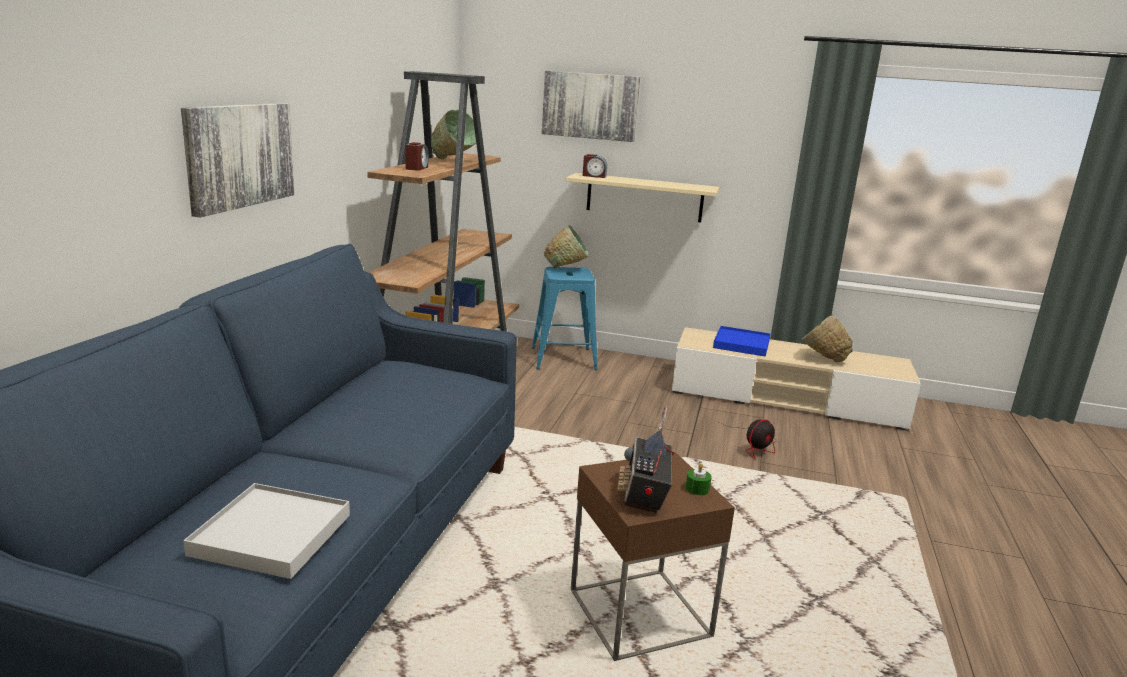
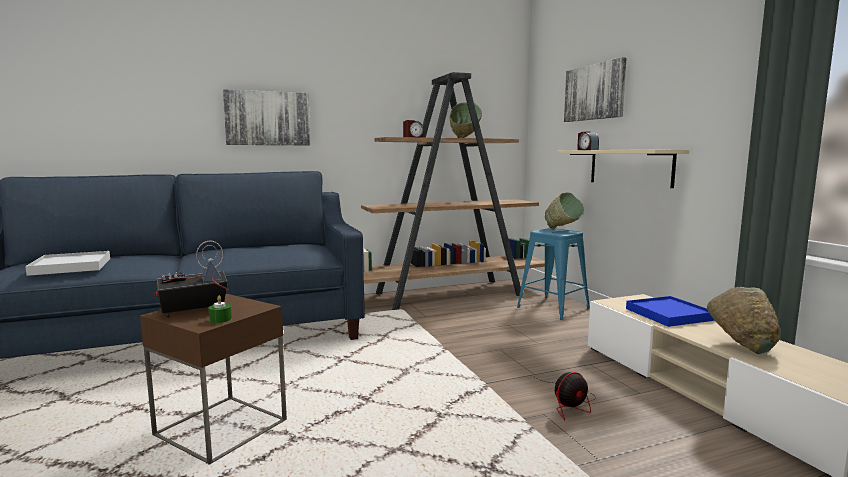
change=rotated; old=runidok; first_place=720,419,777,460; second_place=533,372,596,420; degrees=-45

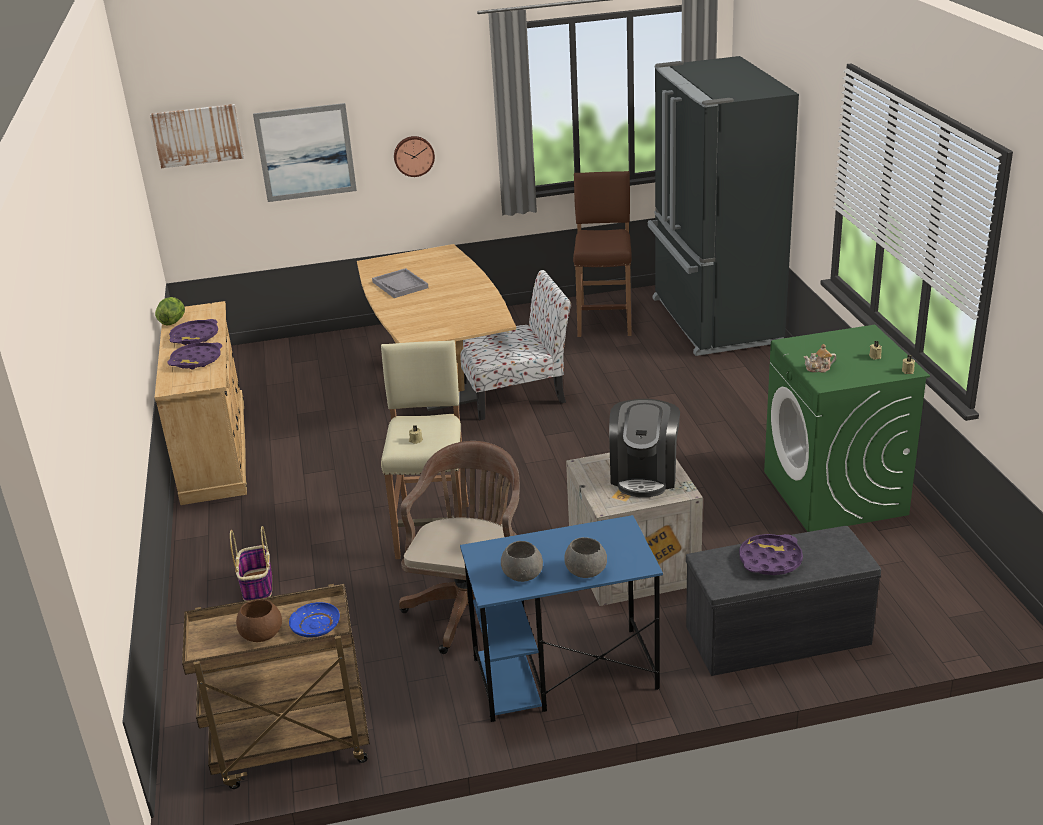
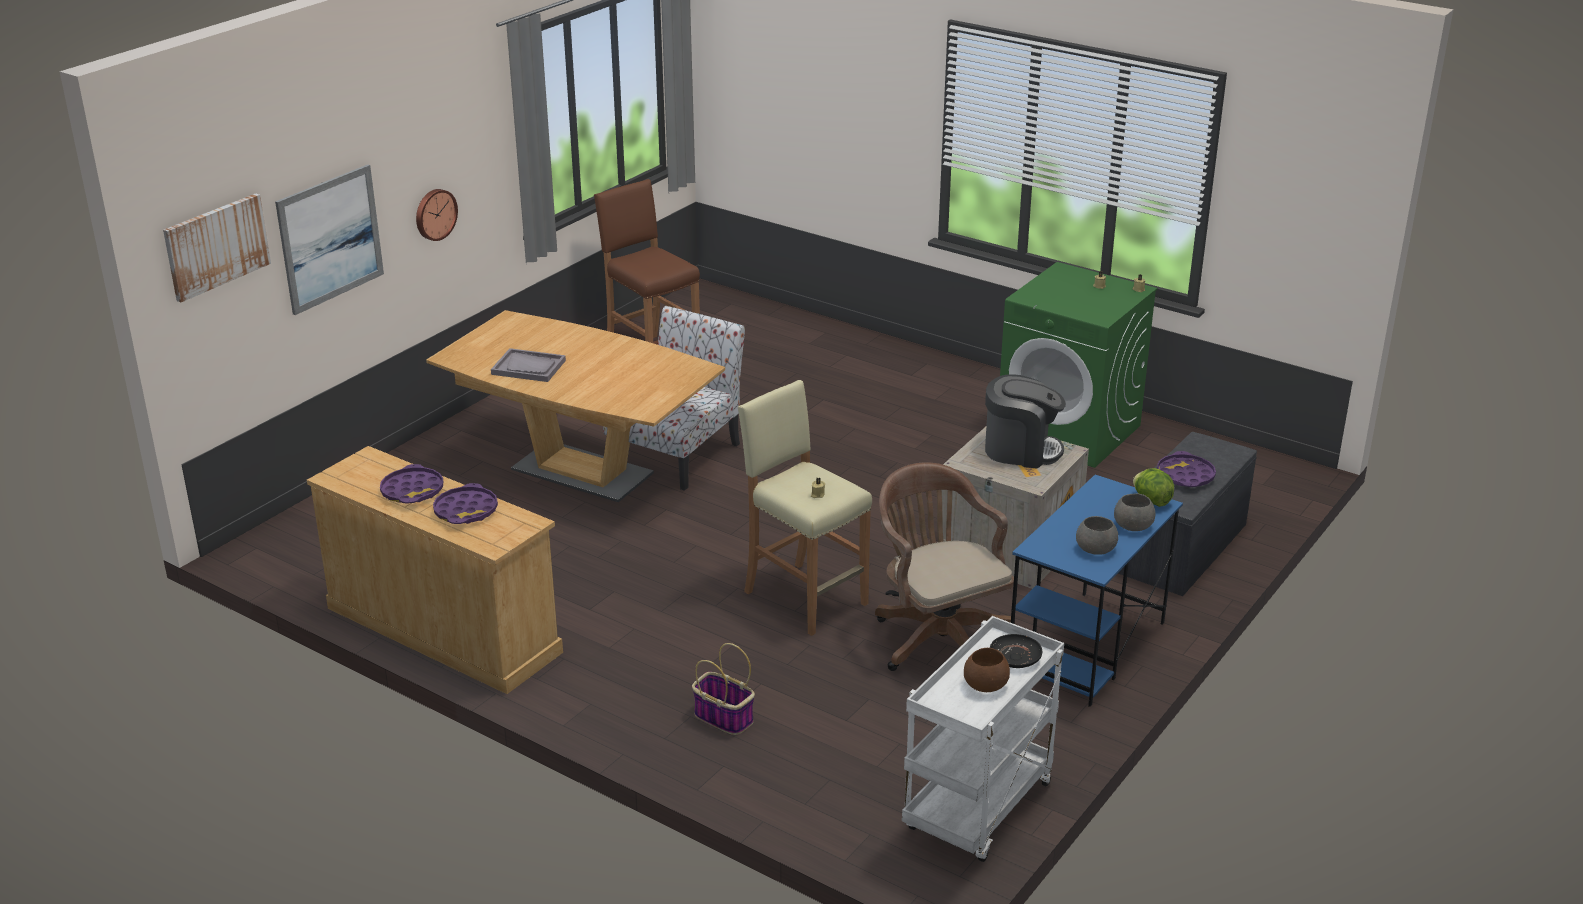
change=gone; old=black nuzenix; first_place=648,56,799,356
change=shifted; old=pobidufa; first_place=155,297,185,326; second_place=1133,468,1174,507
change=gone; old=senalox; first_place=804,344,836,373
change=rotated; old=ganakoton; first_place=609,399,680,497; second_place=985,375,1066,469; degrees=-45
change=repainted; old=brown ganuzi; new=white ganuzi; first_place=182,584,370,789; second_place=902,616,1064,862
change=repainted; old=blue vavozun; new=black vavozun; first_place=289,602,340,637; second_place=990,634,1042,668

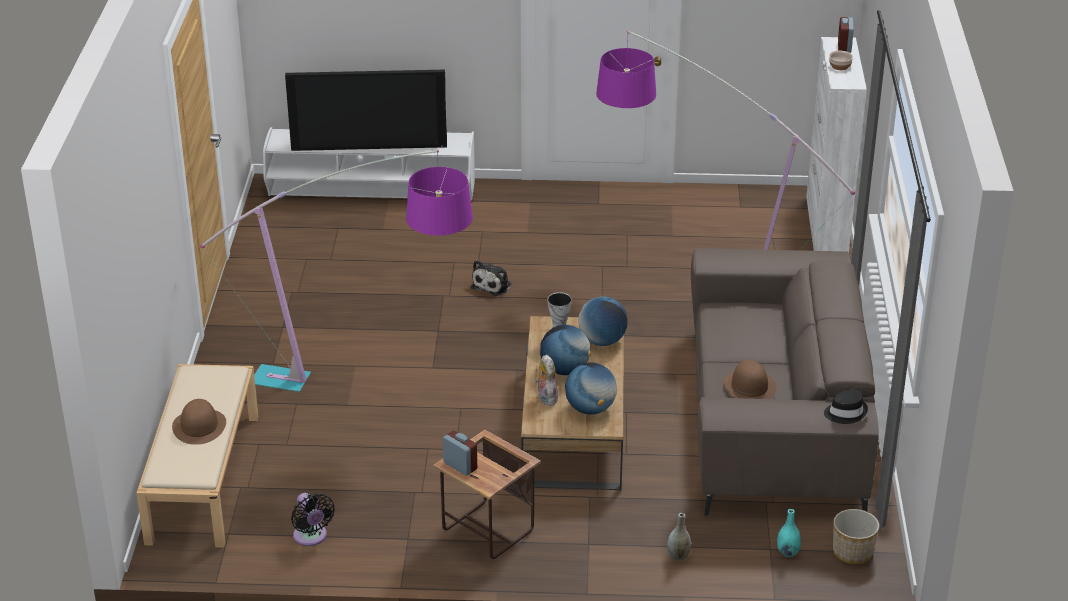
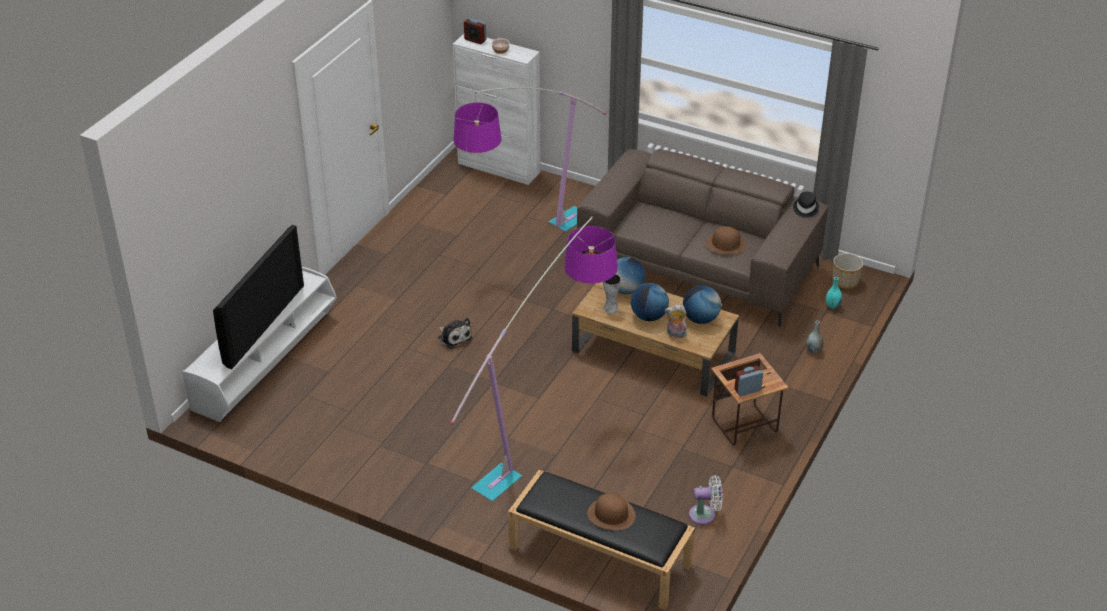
change=repainted; old=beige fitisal; new=black fitisal; first_place=136,364,258,548; second_place=508,470,695,610
change=repainted; old=black runidok; new=white runidok; first_place=291,493,335,546; second_place=689,475,723,525

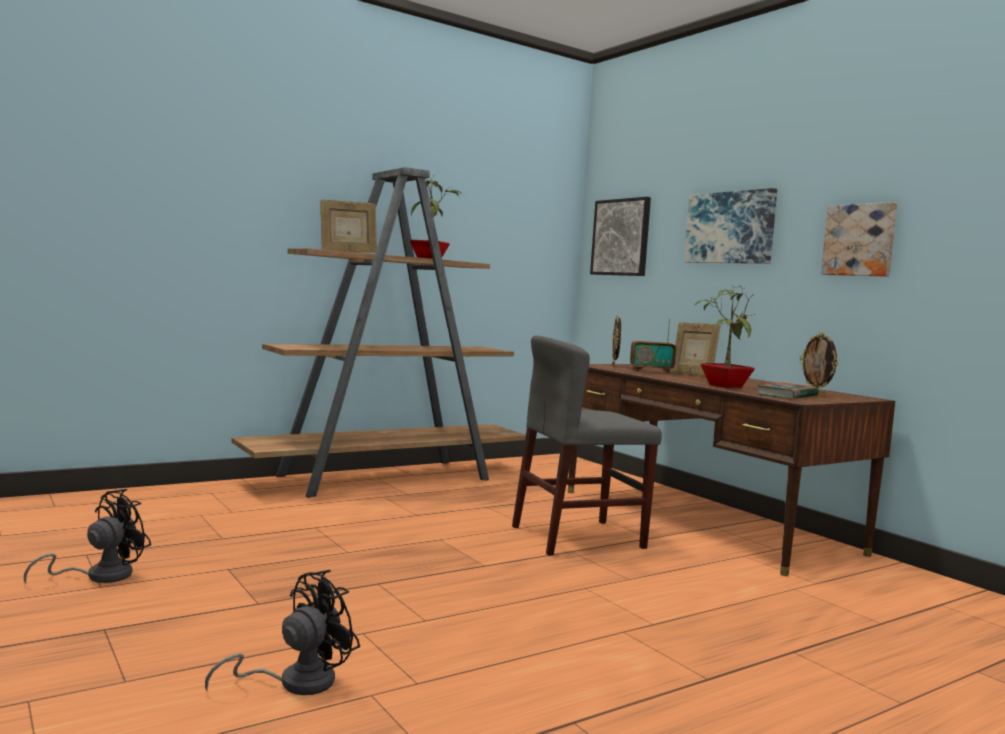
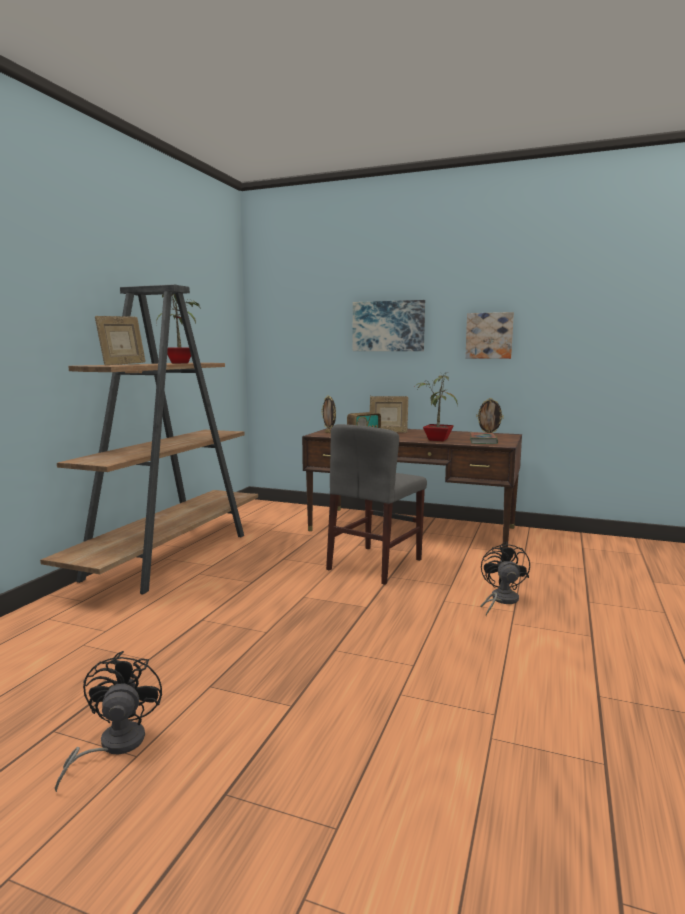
change=gone; old=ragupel; first_place=590,197,651,276
change=shifted; old=black runidok; first_place=205,570,360,695; second_place=480,542,530,616

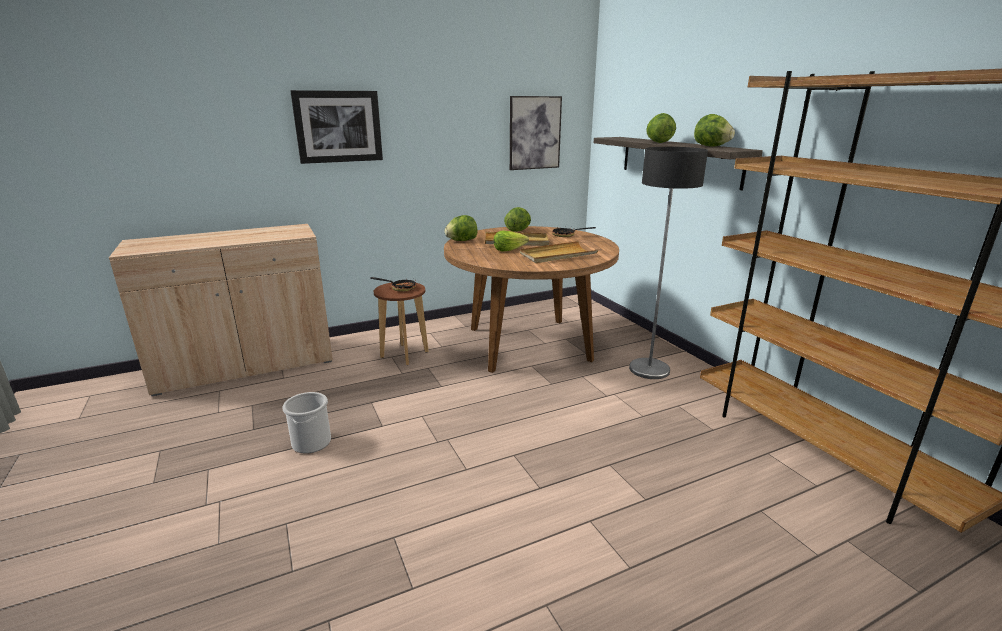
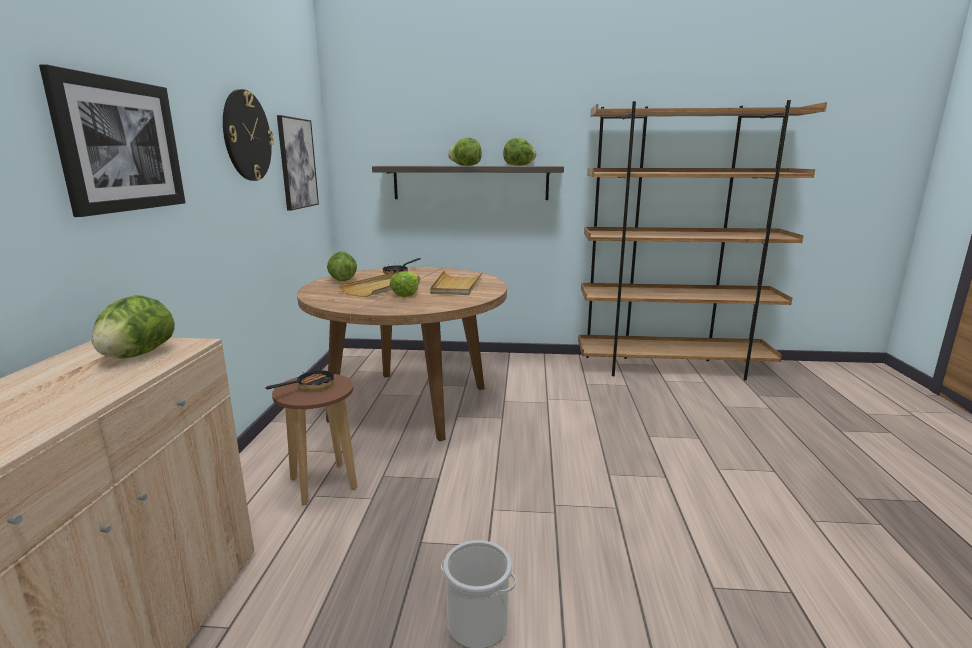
change=gone; old=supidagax; first_place=629,147,708,379
change=shifted; old=pobidufa; first_place=445,215,477,241; second_place=92,295,175,359
change=new; new=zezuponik; second_place=223,89,274,181

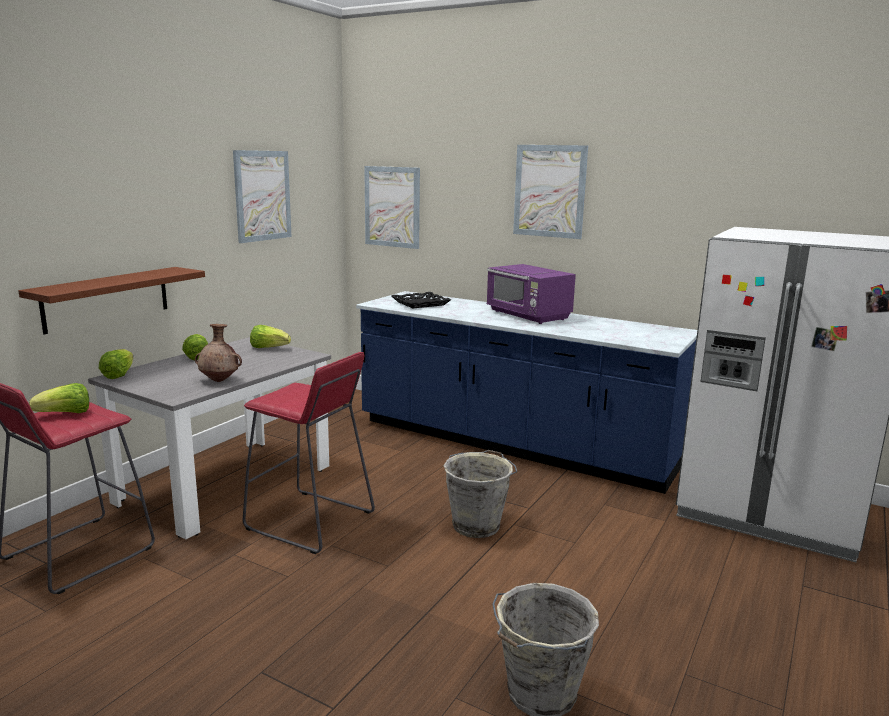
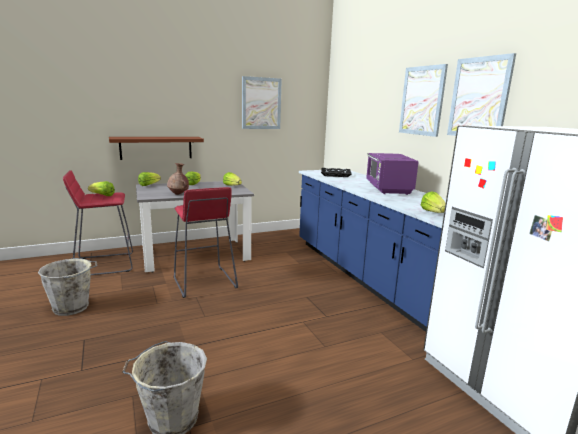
change=shifted; old=ragupel; first_place=364,166,420,249; second_place=447,53,516,136
change=shifted; old=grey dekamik; first_place=444,450,517,538; second_place=38,258,98,316
change=new; new=pobidufa; second_place=421,191,446,213

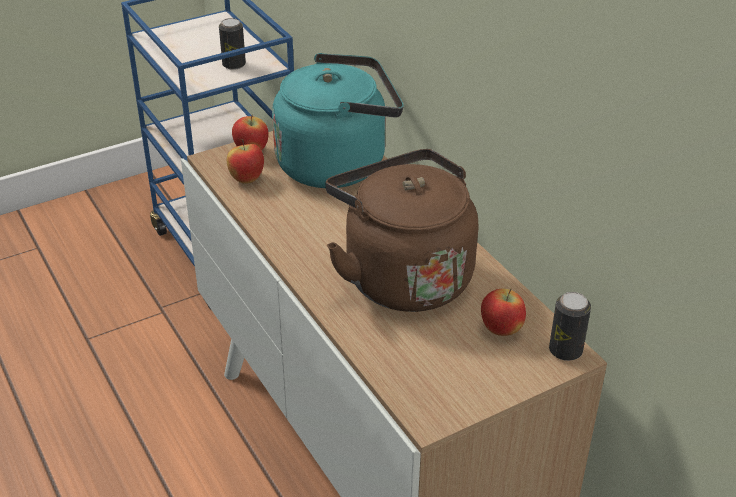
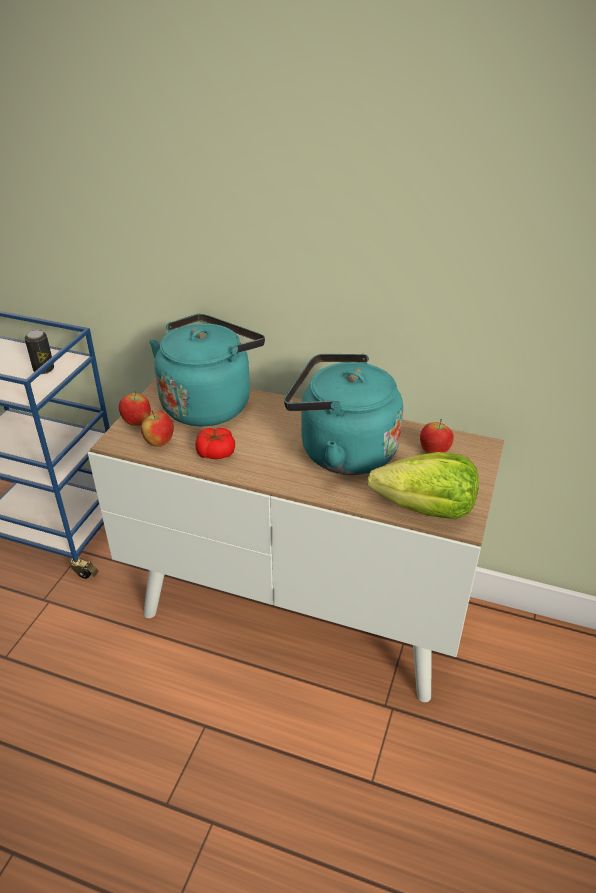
change=repainted; old=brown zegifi; new=turquoise zegifi; first_place=325,149,478,312; second_place=284,354,403,475
change=gone; old=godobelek; first_place=549,292,591,361
change=new; new=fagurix; second_place=195,428,235,459
change=new; new=pobidufa; second_place=368,452,479,519

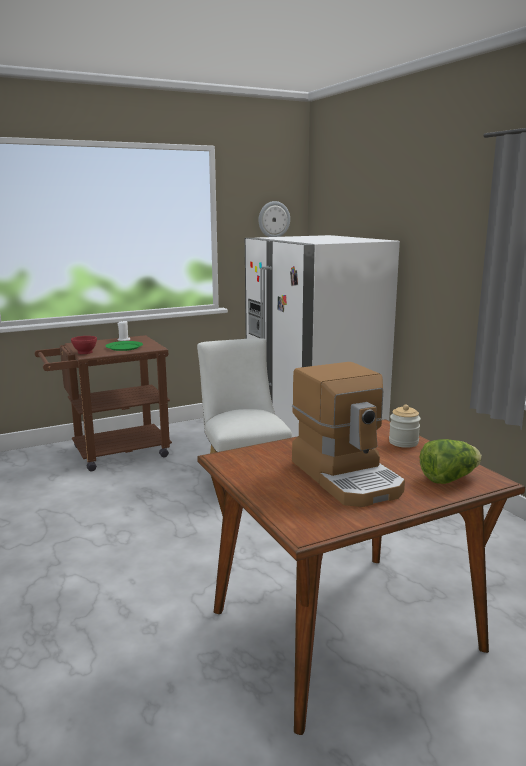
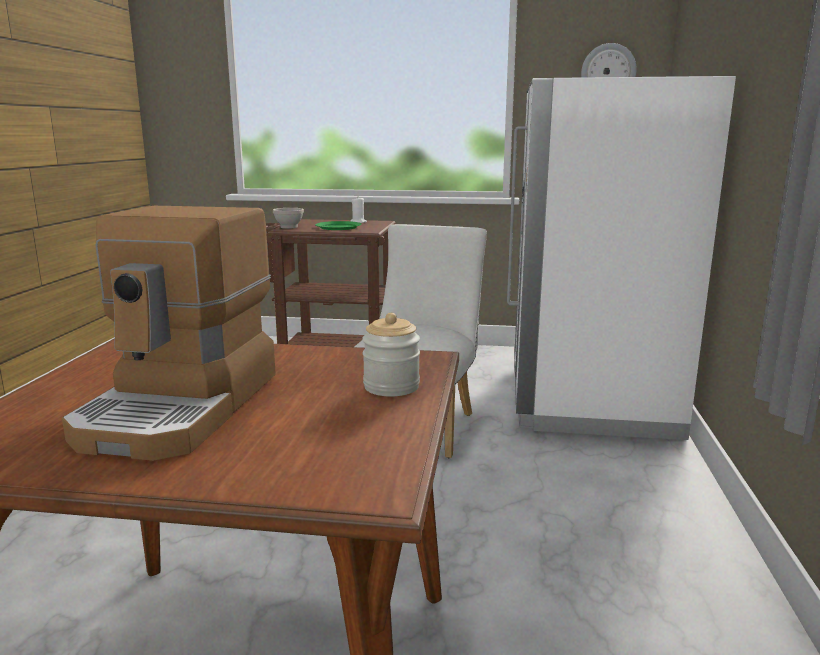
change=repainted; old=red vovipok; new=white vovipok; first_place=71,336,97,354; second_place=273,208,304,229
change=gone; old=pobidufa; first_place=420,439,482,484

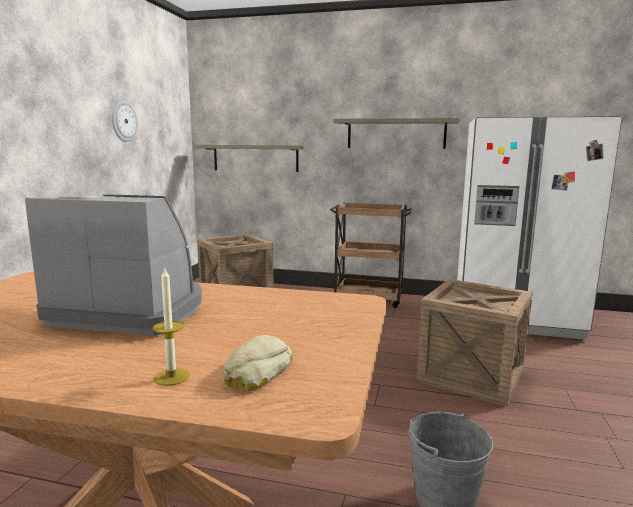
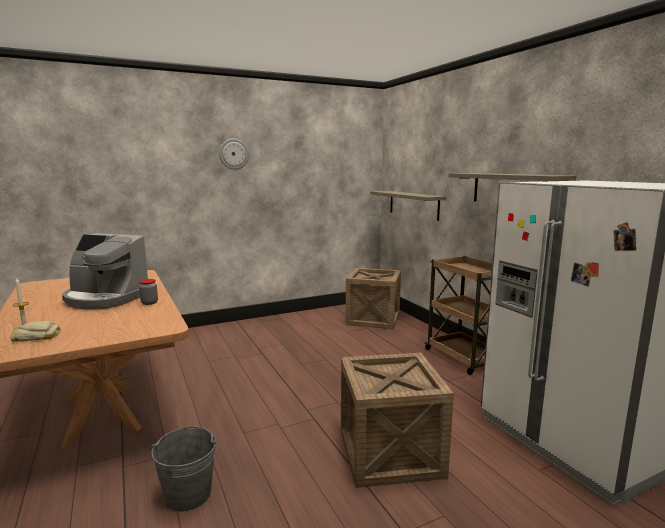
change=shifted; old=zezuponik; first_place=112,101,138,142; second_place=219,138,249,170
change=rotated; old=ganakoton; first_place=25,194,202,336; second_place=62,233,148,310; degrees=135
change=new; new=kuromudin; second_place=139,279,158,305

